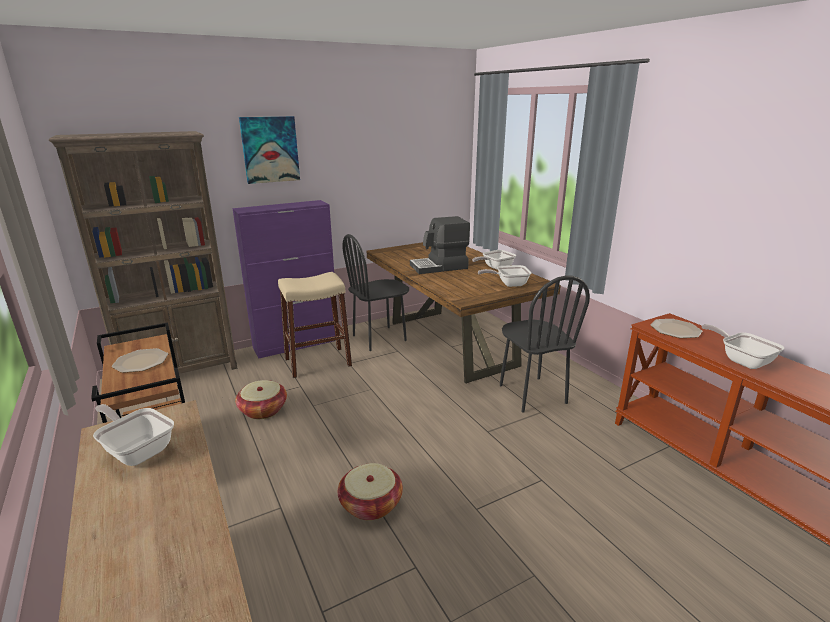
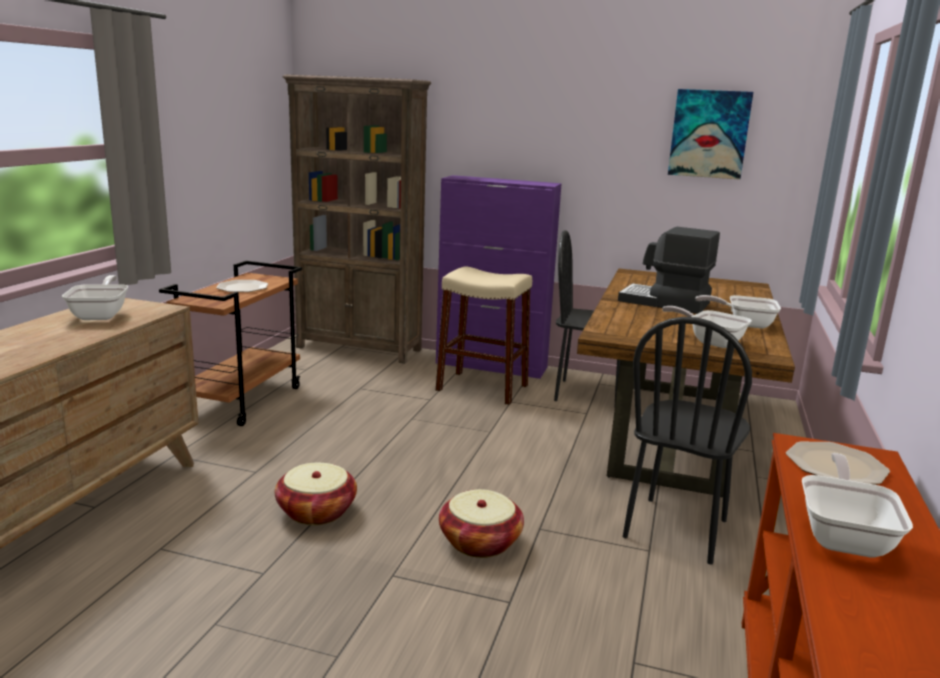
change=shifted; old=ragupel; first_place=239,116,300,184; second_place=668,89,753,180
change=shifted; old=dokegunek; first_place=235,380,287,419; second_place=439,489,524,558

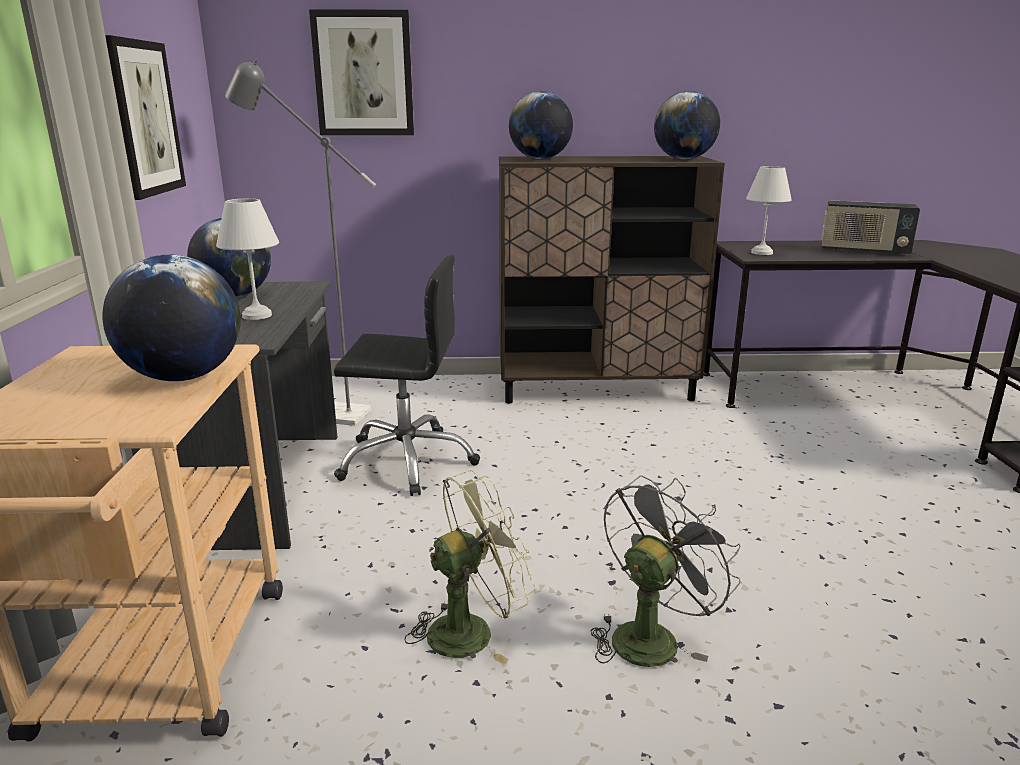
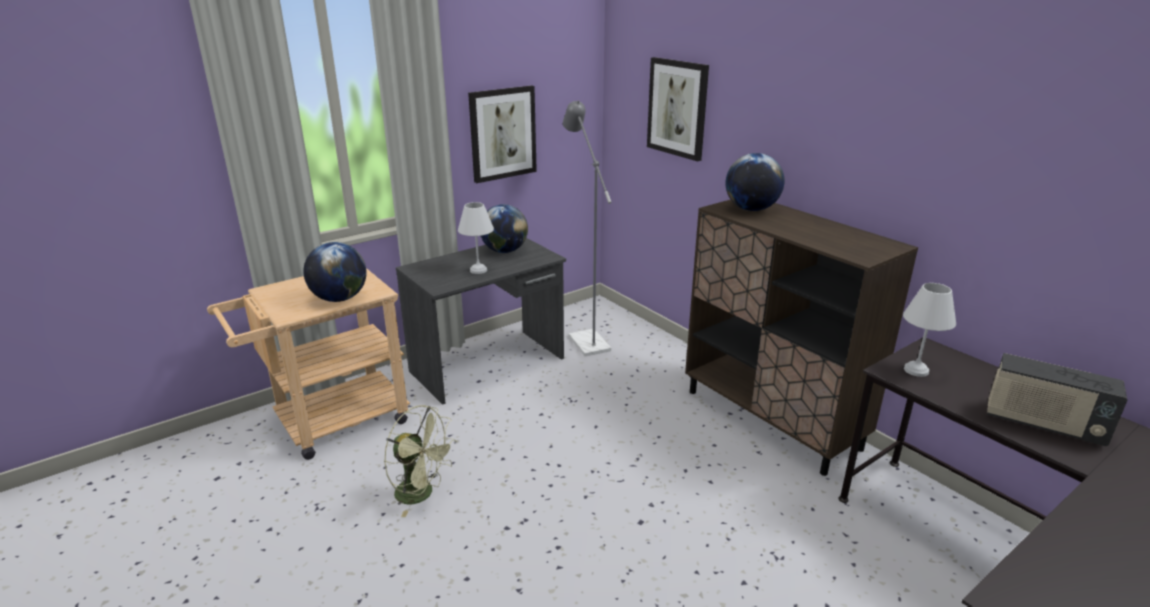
change=gone; old=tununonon; first_place=654,91,720,160
change=rotated; old=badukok; first_place=822,200,920,256; second_place=987,353,1127,446; degrees=-45
change=gone; old=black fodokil; first_place=334,255,480,496
change=gone; old=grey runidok; first_place=591,475,740,667

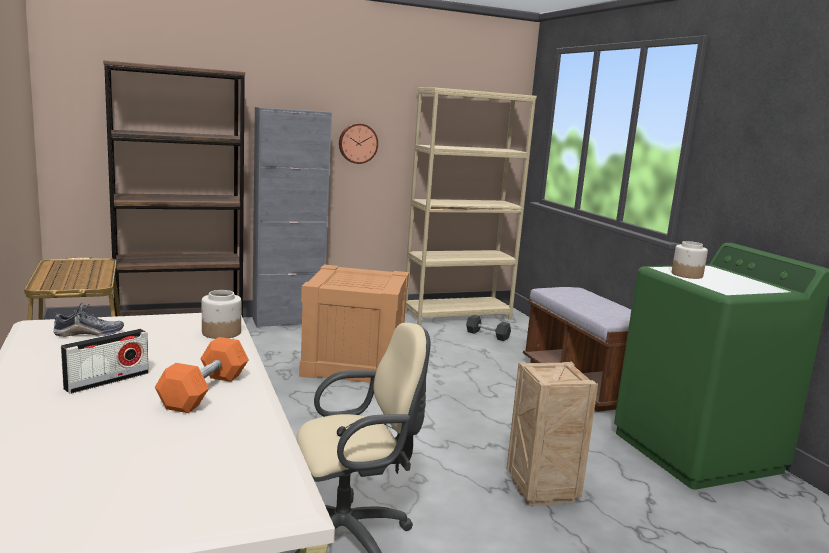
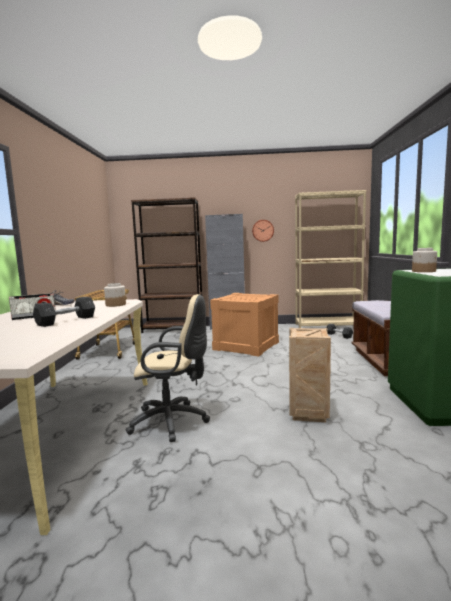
change=repainted; old=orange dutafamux; new=grey dutafamux; first_place=155,337,249,413; second_place=33,297,95,327

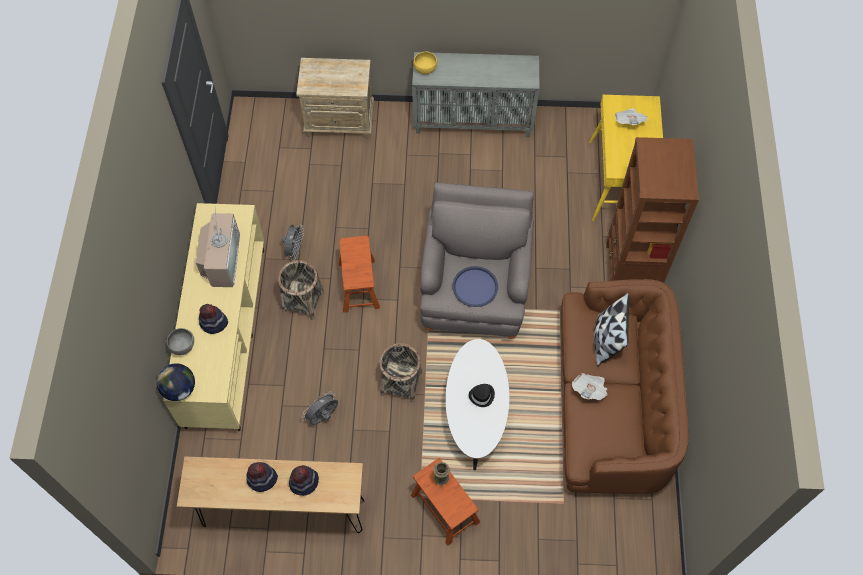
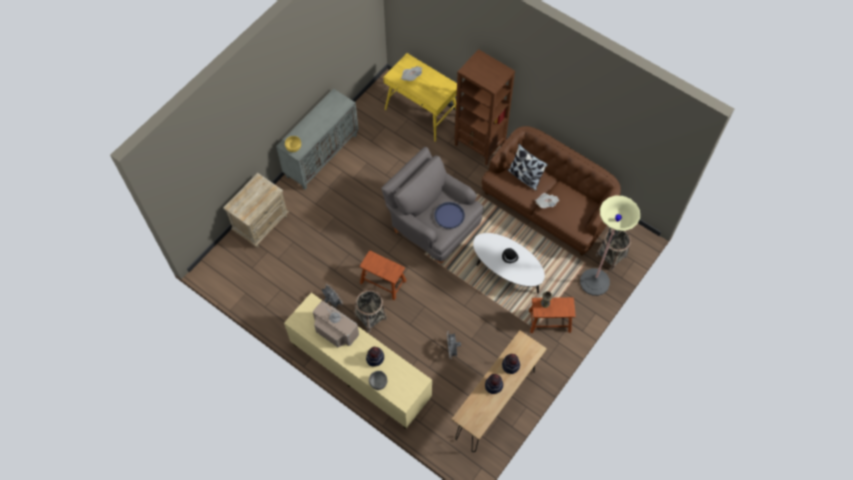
change=shifted; old=dokegunek; first_place=379,343,422,403; second_place=596,229,631,270
change=gone; old=tununonon; first_place=156,363,195,401
change=new; new=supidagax; second_place=580,195,640,296

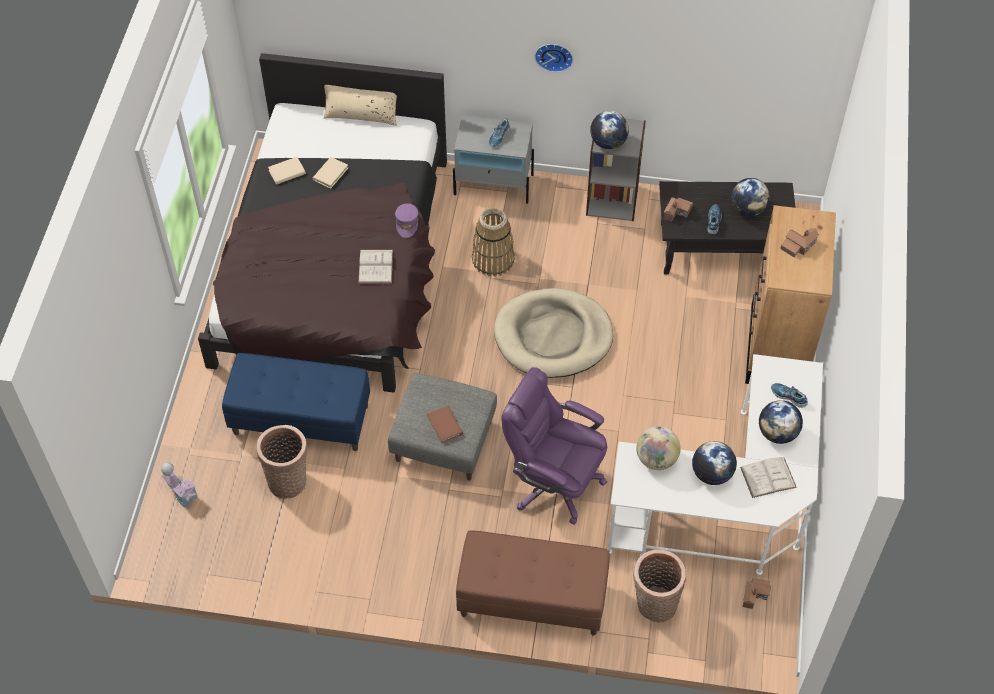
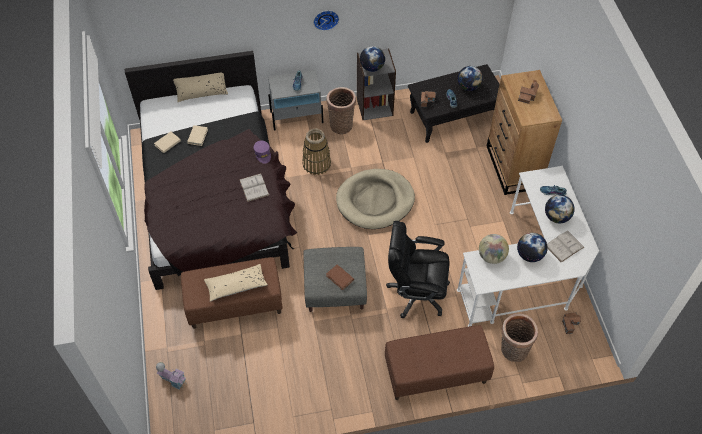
change=repainted; old=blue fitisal; new=brown fitisal; first_place=222,353,370,451; second_place=181,257,283,329
change=repainted; old=purple fodokil; new=black fodokil; first_place=502,367,607,525; second_place=386,221,450,318
change=shifted; old=dokegunek; first_place=257,425,307,499; second_place=327,87,356,134
change=new; new=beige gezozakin; second_place=204,264,268,302

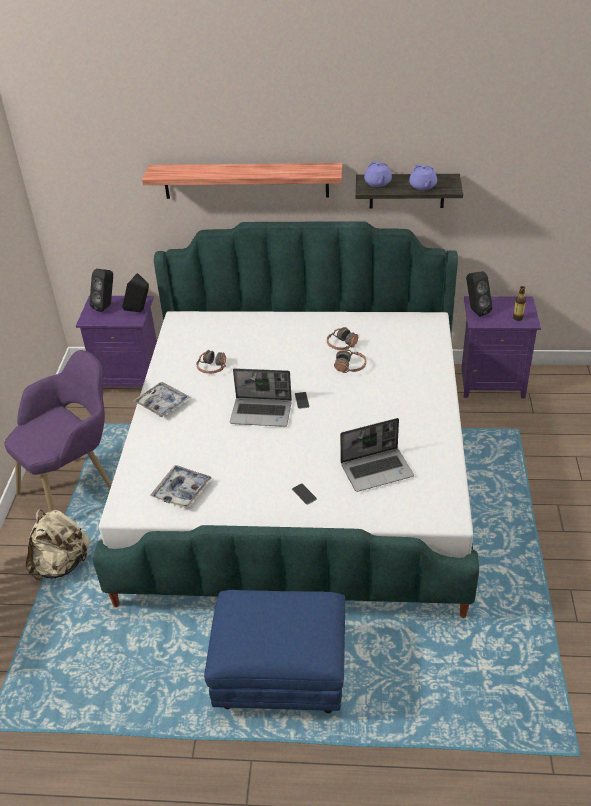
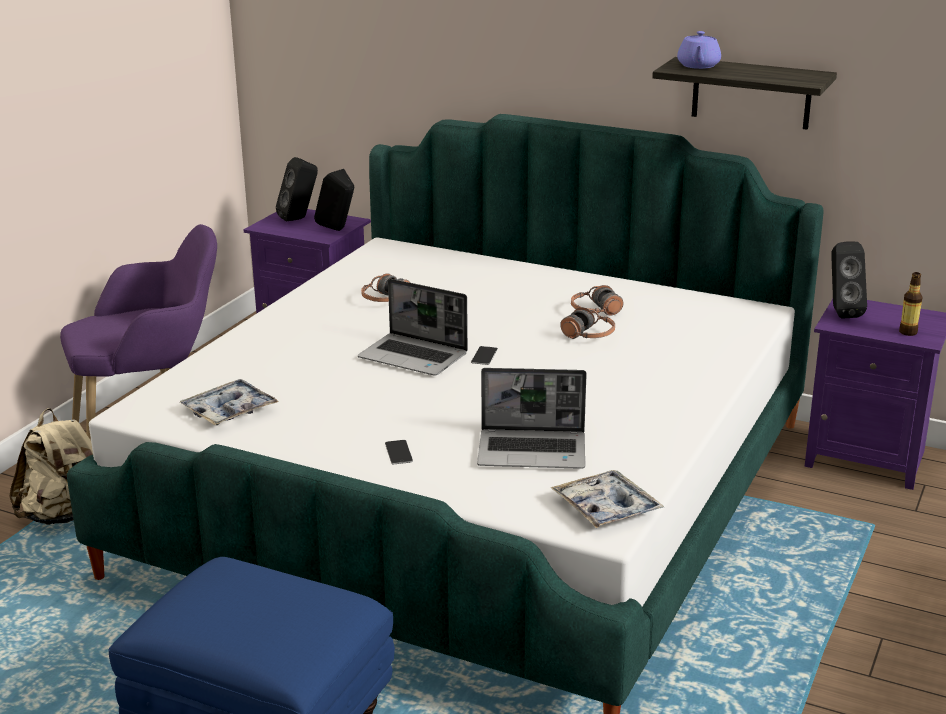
change=gone; old=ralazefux; first_place=142,163,342,199
change=gone; old=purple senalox; first_place=409,164,437,190
change=shifted; old=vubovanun; first_place=133,382,190,418; second_place=550,470,664,528

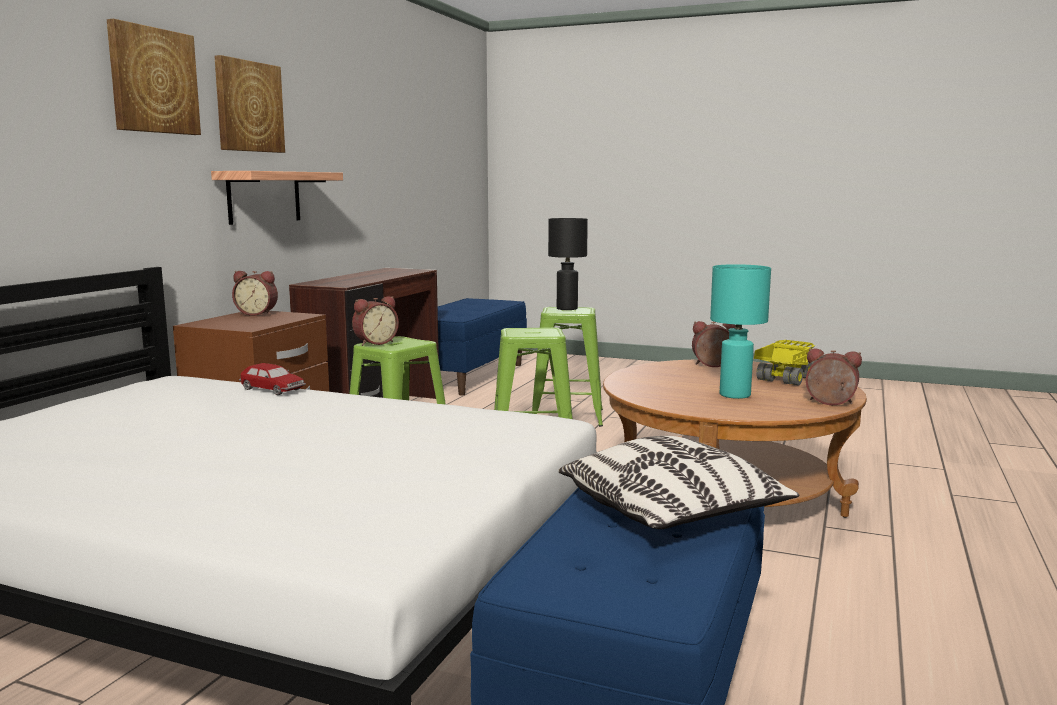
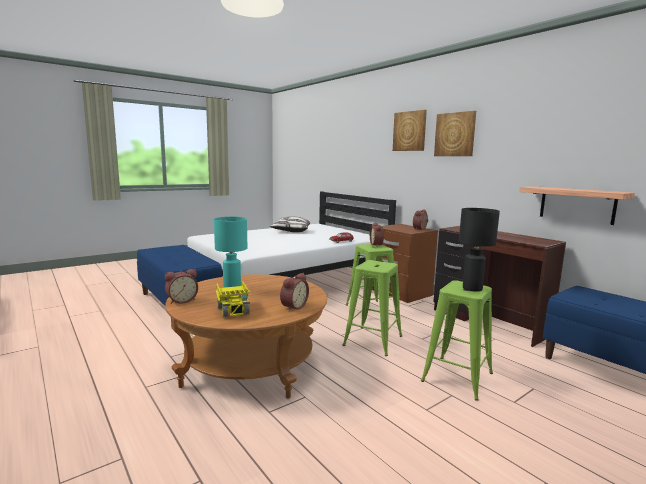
change=shifted; old=ralazefux; first_place=211,171,343,225; second_place=519,186,635,225
change=shifted; old=gezozakin; first_place=558,436,799,529; second_place=270,216,310,232

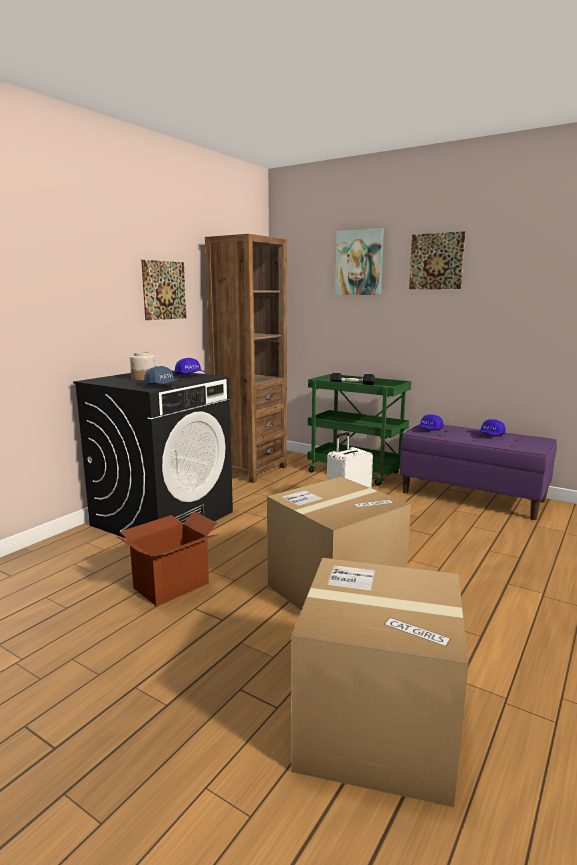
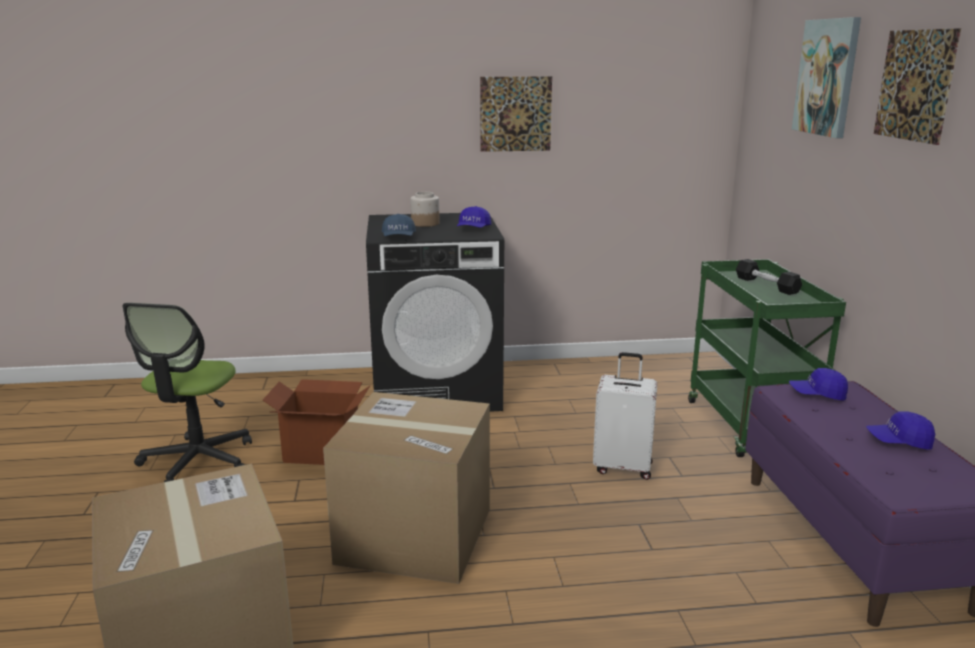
change=gone; old=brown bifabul; first_place=205,234,287,483
change=new; new=fodokil; second_place=123,303,252,482

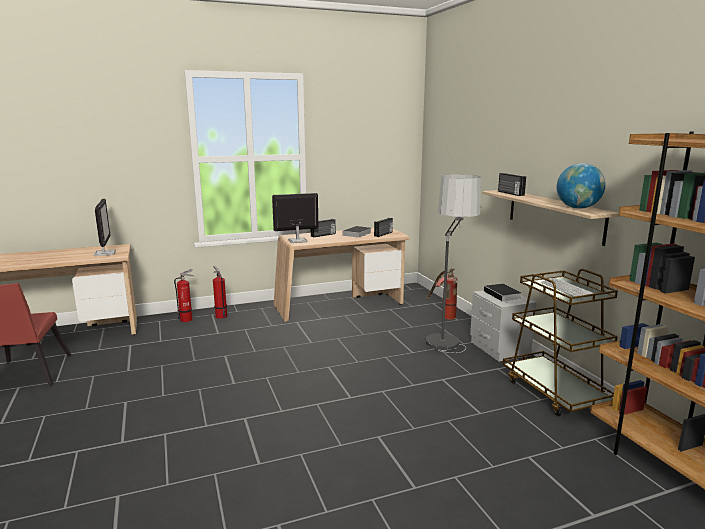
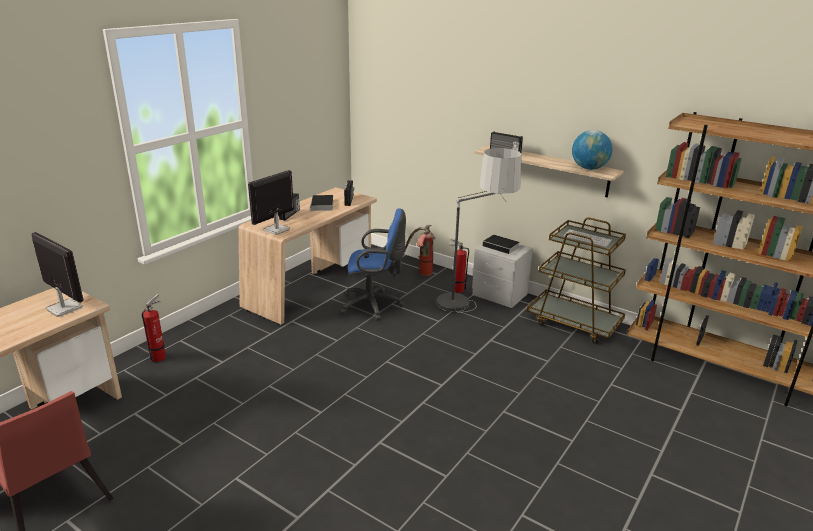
change=shifted; old=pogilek; first_place=213,266,227,319; second_place=449,238,469,293
change=new; new=blue fodokil; second_place=340,208,406,321

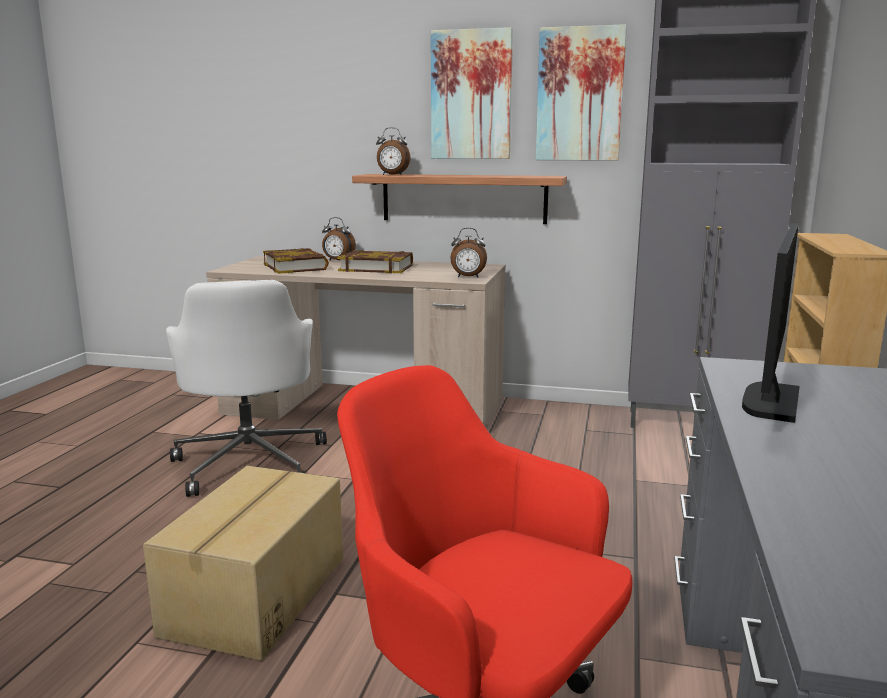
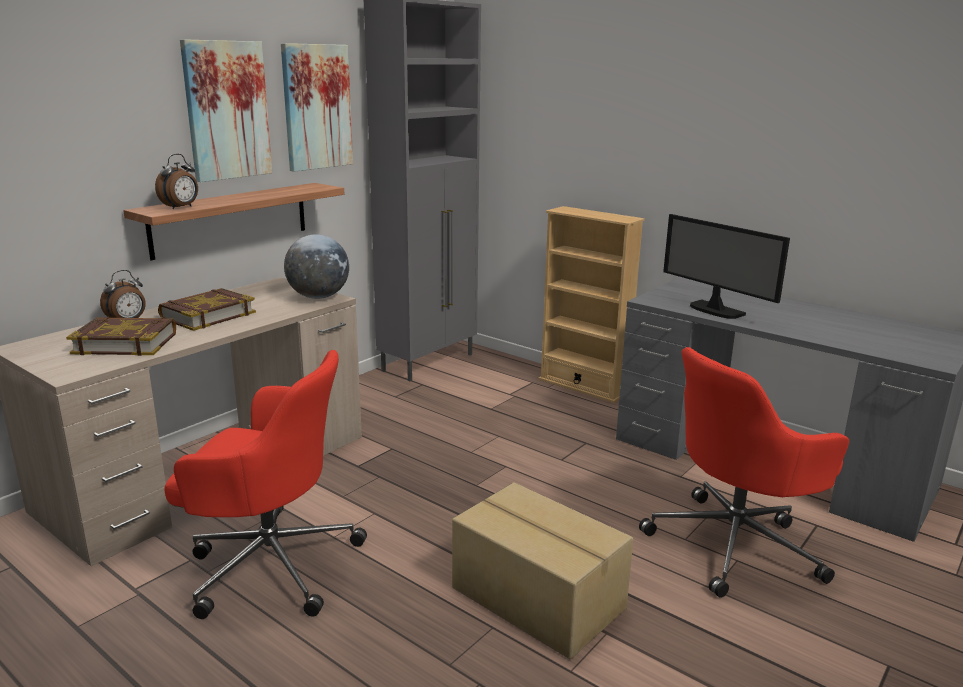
change=swapped; old=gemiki; new=tununonon; first_place=451,228,487,278; second_place=284,234,349,299
change=repainted; old=white fodokil; new=red fodokil; first_place=166,280,327,497; second_place=165,350,367,619

